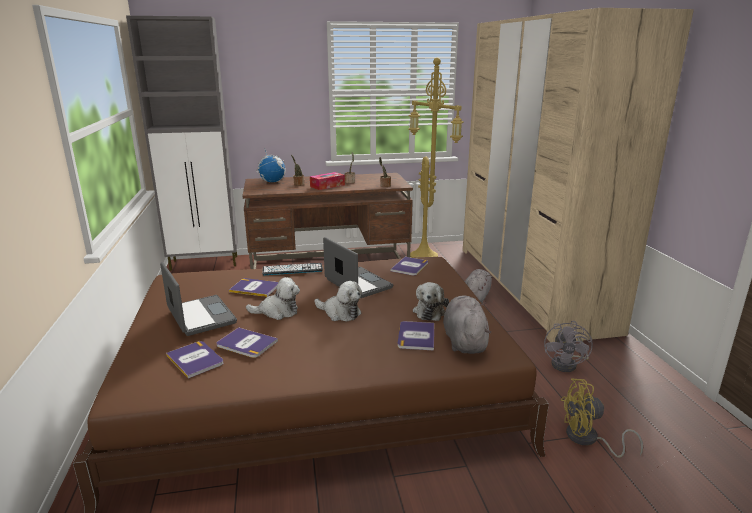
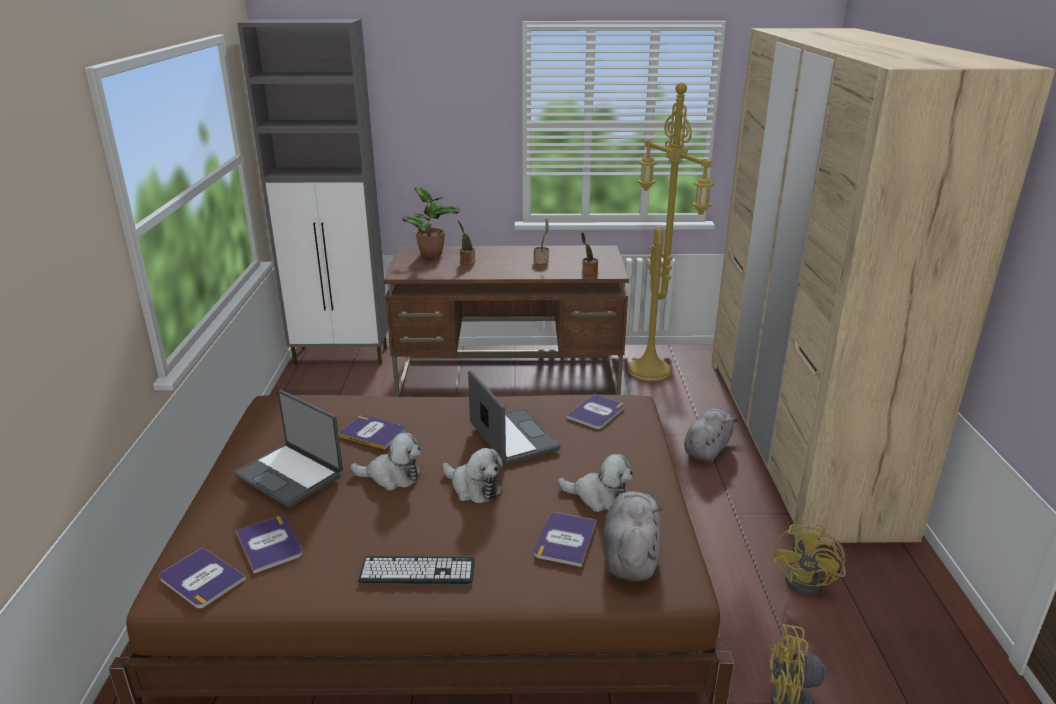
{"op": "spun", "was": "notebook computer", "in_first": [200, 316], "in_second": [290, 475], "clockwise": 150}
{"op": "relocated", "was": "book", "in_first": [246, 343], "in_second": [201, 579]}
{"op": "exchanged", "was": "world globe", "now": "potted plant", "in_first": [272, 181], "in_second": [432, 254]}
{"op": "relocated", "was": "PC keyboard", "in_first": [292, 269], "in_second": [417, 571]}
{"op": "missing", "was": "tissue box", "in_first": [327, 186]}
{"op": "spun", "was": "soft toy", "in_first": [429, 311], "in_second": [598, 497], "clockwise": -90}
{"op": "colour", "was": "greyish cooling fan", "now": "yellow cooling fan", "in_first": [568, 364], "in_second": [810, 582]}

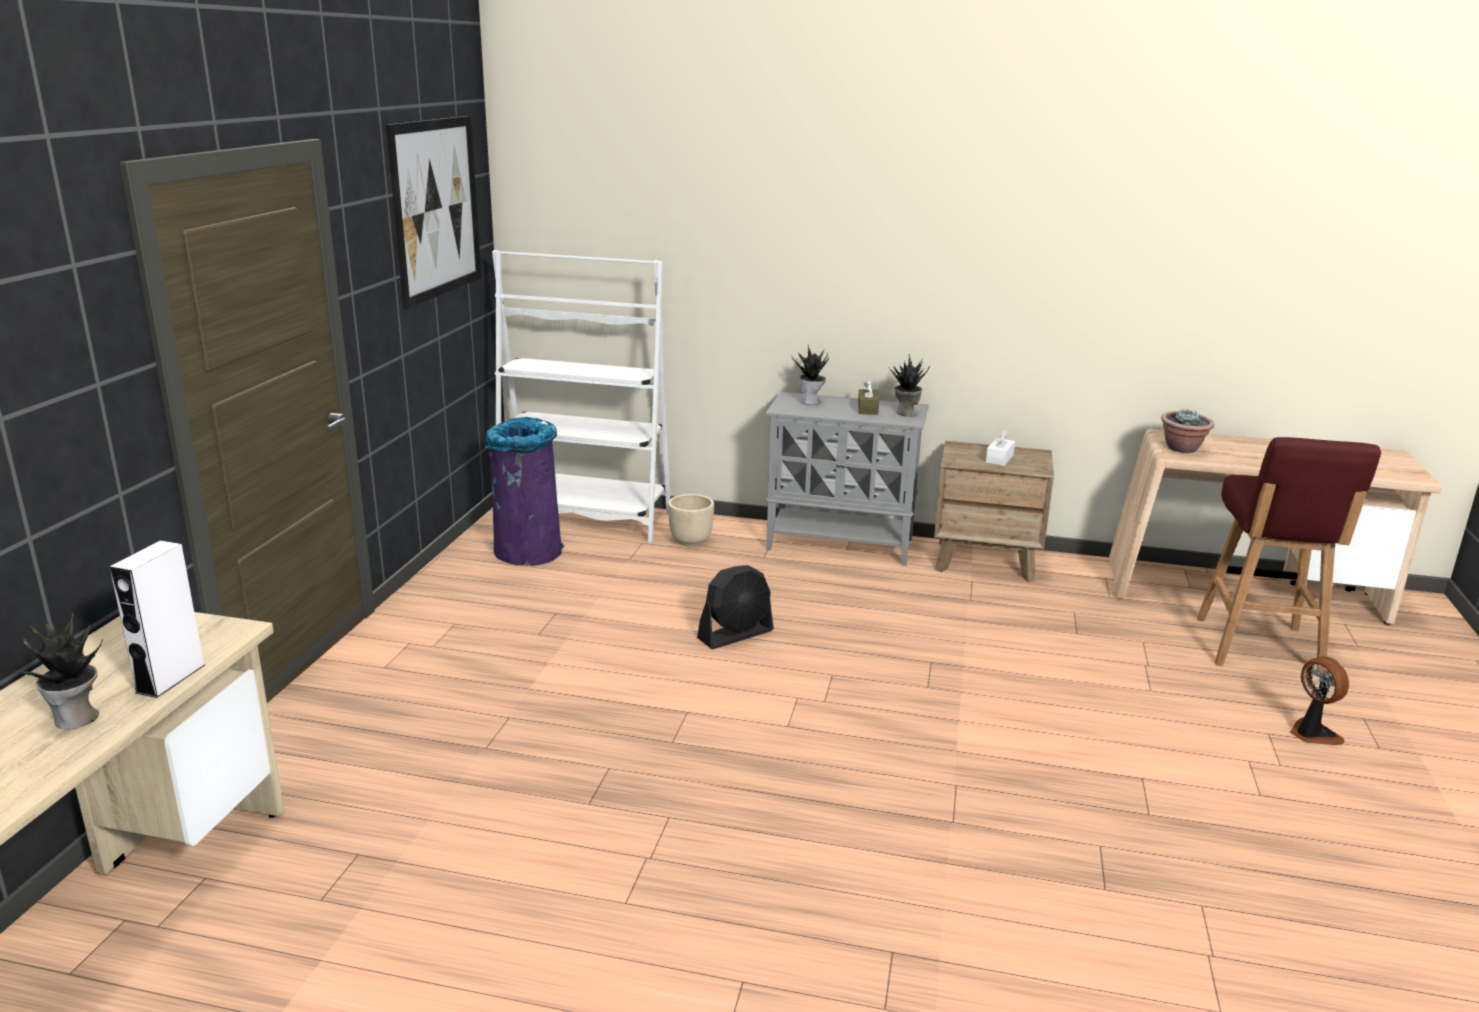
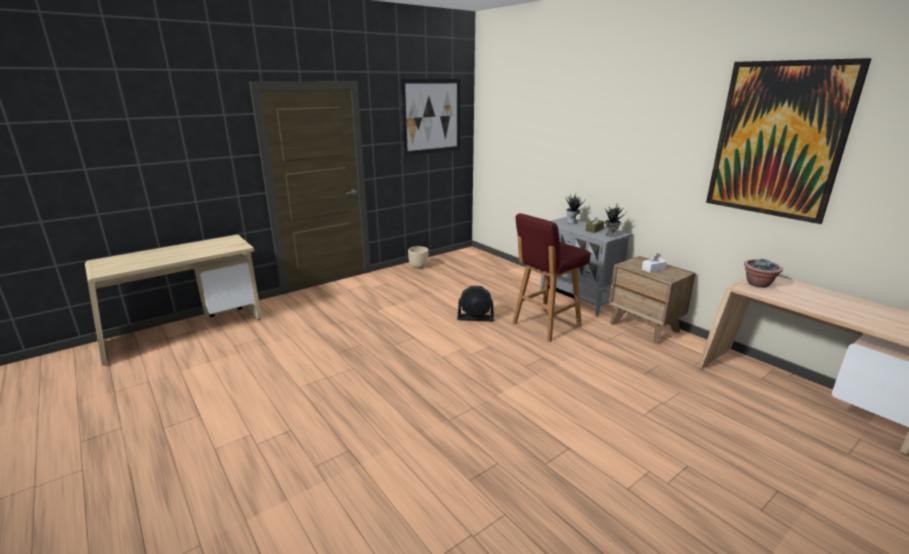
{"op": "missing", "was": "potted plant", "in_first": [76, 719]}
{"op": "missing", "was": "whitish speaker", "in_first": [170, 678]}
{"op": "missing", "was": "purplish trash can", "in_first": [527, 551]}
{"op": "missing", "was": "whitish bookshelf", "in_first": [585, 518]}
{"op": "relocated", "was": "beige planter", "in_first": [691, 541], "in_second": [419, 267]}
{"op": "relocated", "was": "red sitting stool", "in_first": [1258, 648], "in_second": [545, 325]}
{"op": "missing", "was": "cooling fan", "in_first": [1312, 734]}
{"op": "appeared", "now": "picture", "in_second": [777, 140]}

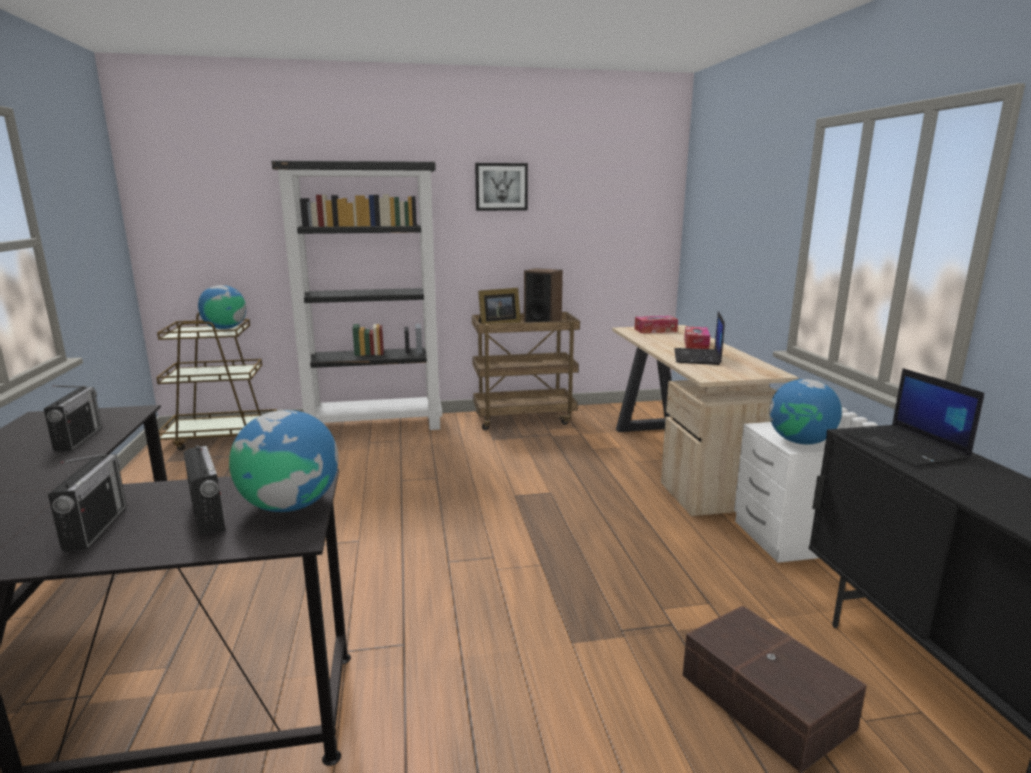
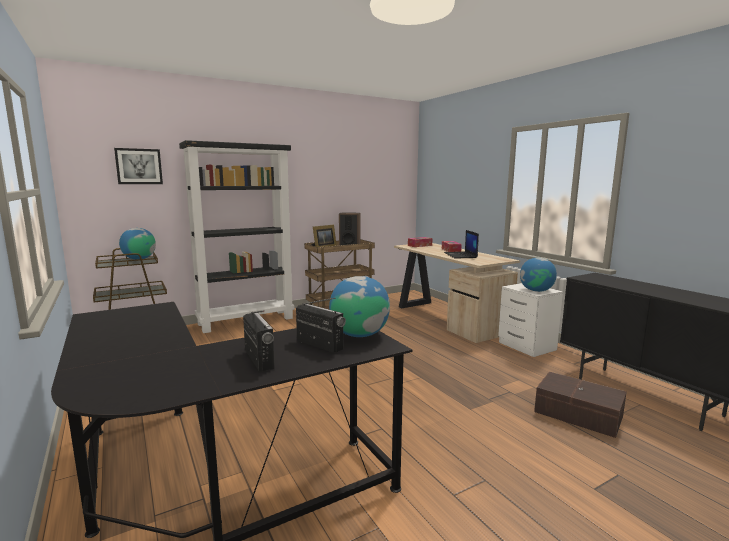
{"op": "missing", "was": "radio receiver", "in_first": [79, 439]}
{"op": "relocated", "was": "picture", "in_first": [501, 187], "in_second": [139, 166]}
{"op": "missing", "was": "notebook computer", "in_first": [906, 447]}

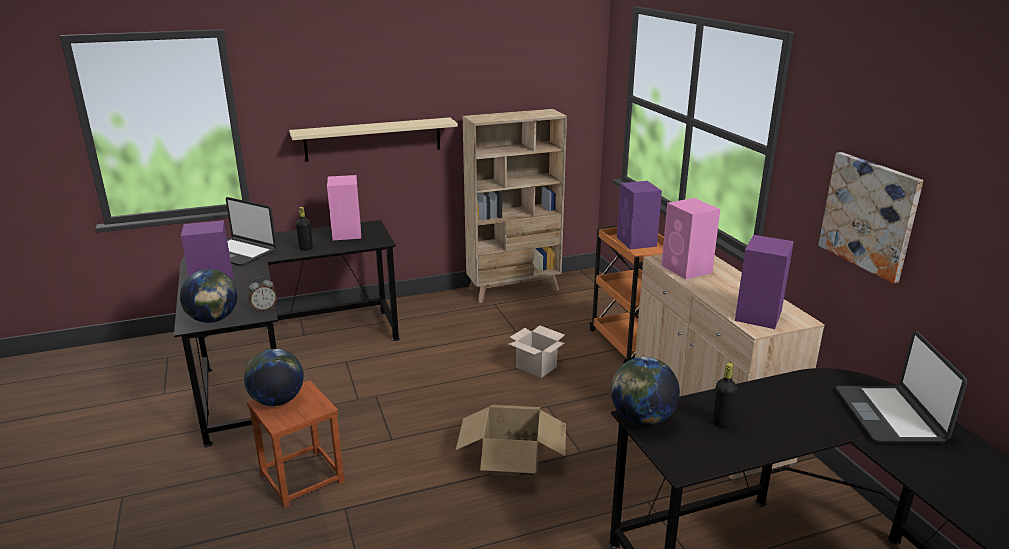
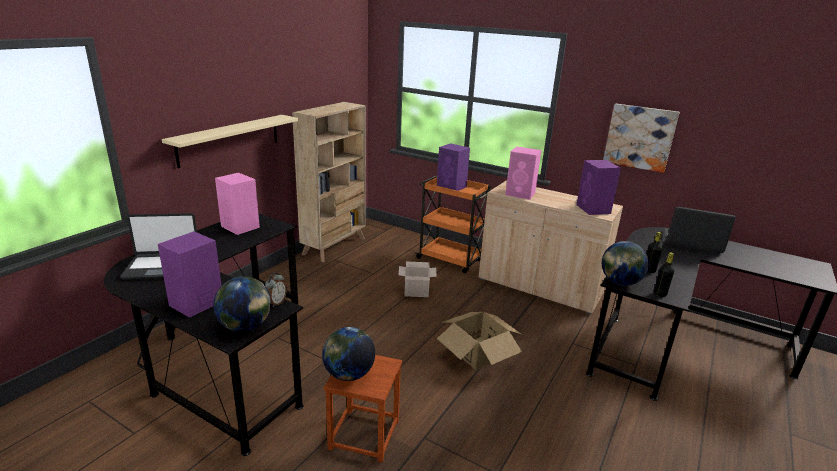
{"op": "relocated", "was": "black bottle", "in_first": [306, 248], "in_second": [660, 294]}
{"op": "spun", "was": "notebook computer", "in_first": [890, 415], "in_second": [692, 242], "clockwise": 150}

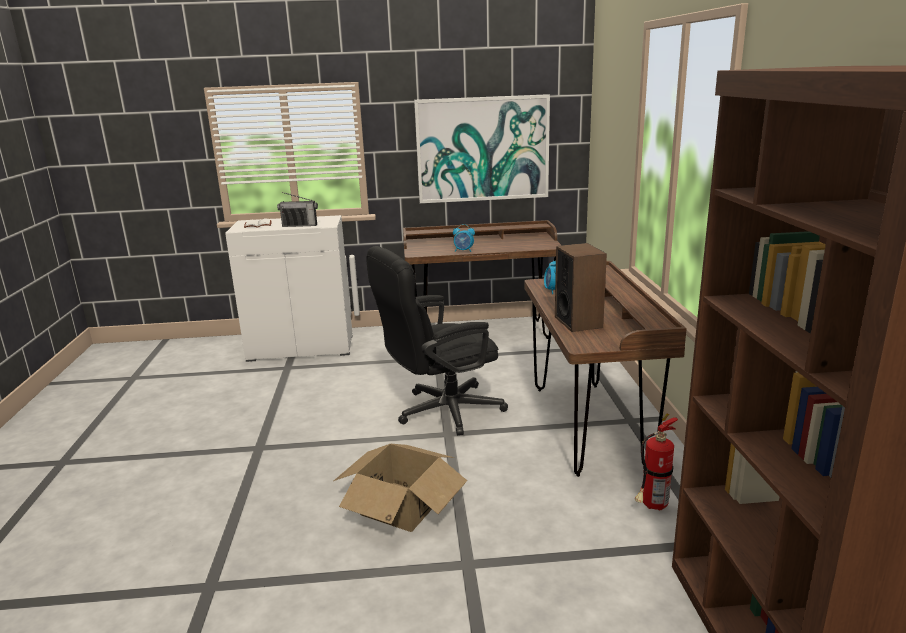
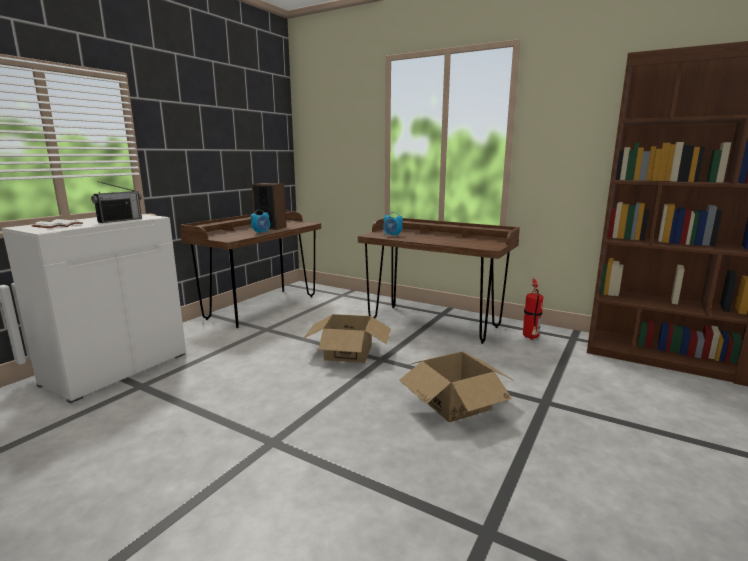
{"op": "exchanged", "was": "black office chair", "now": "cardboard box", "in_first": [440, 412], "in_second": [348, 352]}
{"op": "missing", "was": "picture", "in_first": [482, 149]}
{"op": "relocated", "was": "speaker", "in_first": [578, 322], "in_second": [270, 227]}

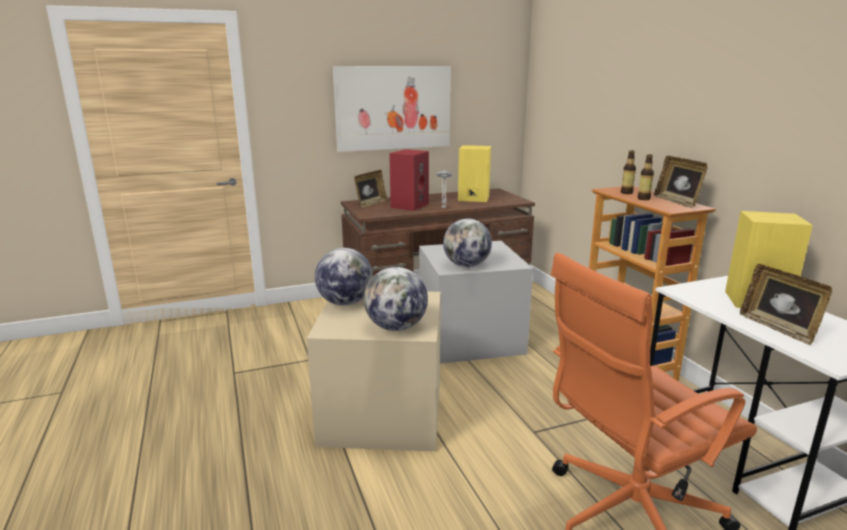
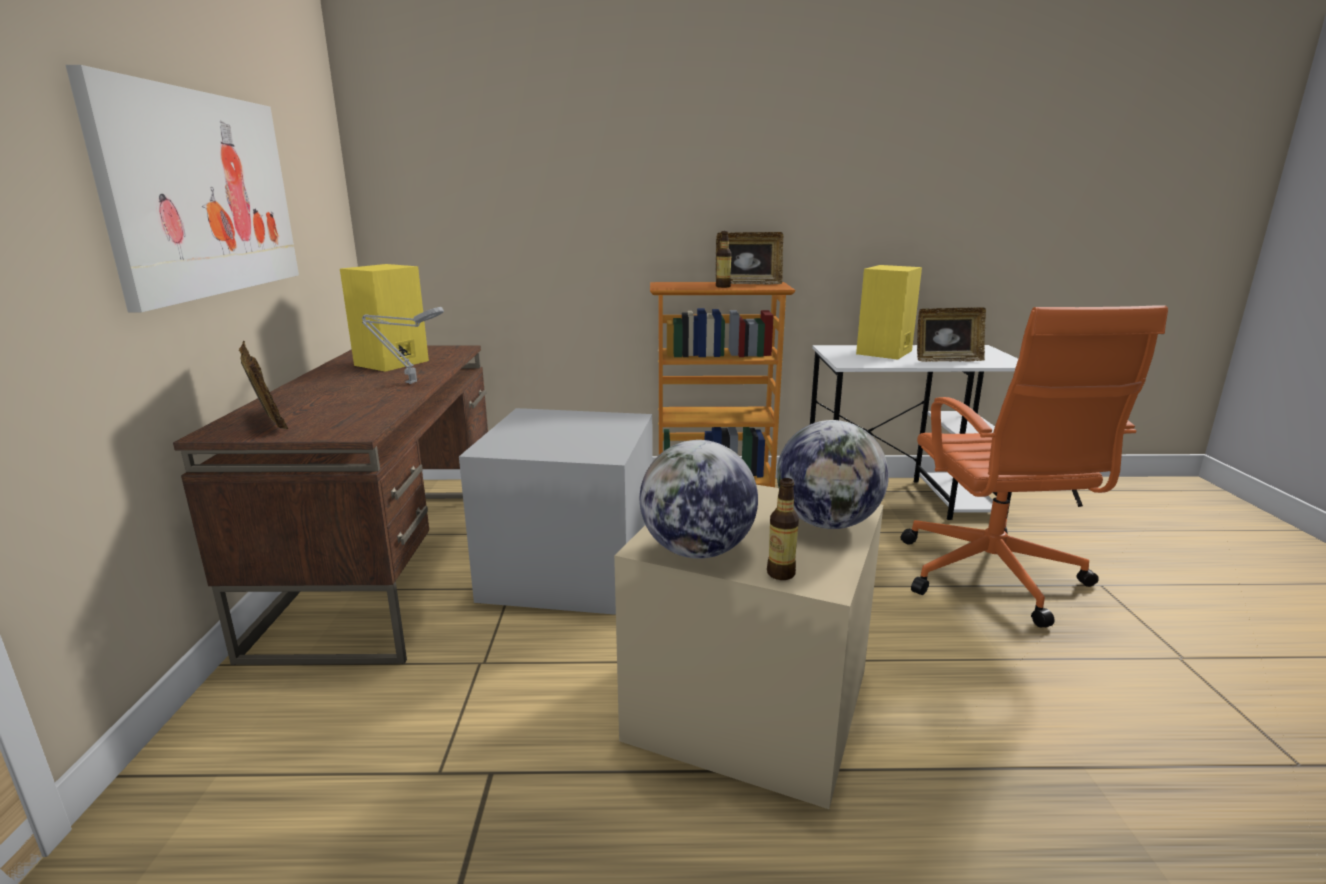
{"op": "missing", "was": "red speaker", "in_first": [409, 205]}
{"op": "missing", "was": "world globe", "in_first": [467, 265]}
{"op": "relocated", "was": "bottle", "in_first": [626, 193], "in_second": [781, 573]}

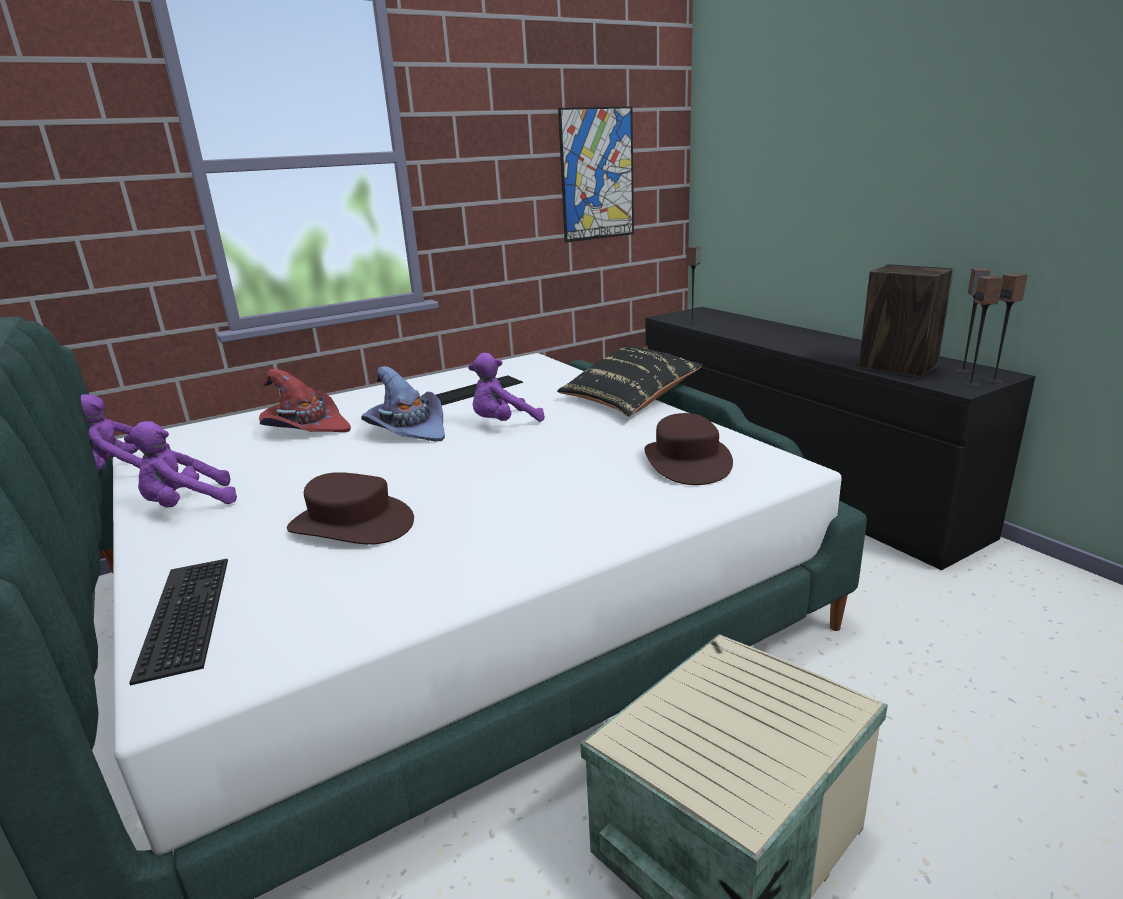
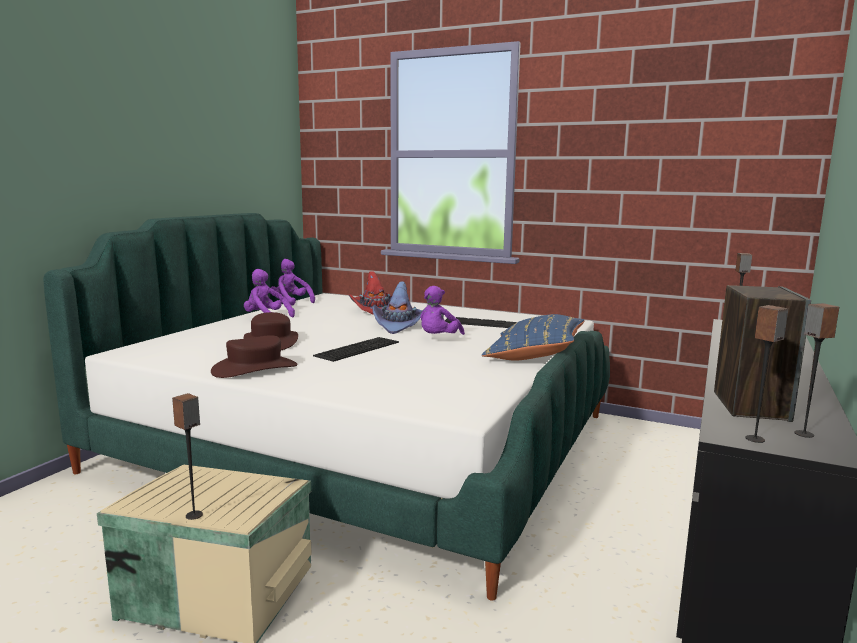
{"op": "relocated", "was": "PC keyboard", "in_first": [181, 614], "in_second": [357, 348]}
{"op": "spun", "was": "purplish soft toy", "in_first": [503, 423], "in_second": [438, 339], "clockwise": -90}
{"op": "colour", "was": "black throw pillow", "now": "bluish throw pillow", "in_first": [629, 400], "in_second": [534, 356]}
{"op": "missing", "was": "picture", "in_first": [597, 174]}
{"op": "relocated", "was": "brownish hat", "in_first": [686, 461], "in_second": [255, 368]}
{"op": "relocated", "was": "speaker", "in_first": [994, 381], "in_second": [194, 515]}

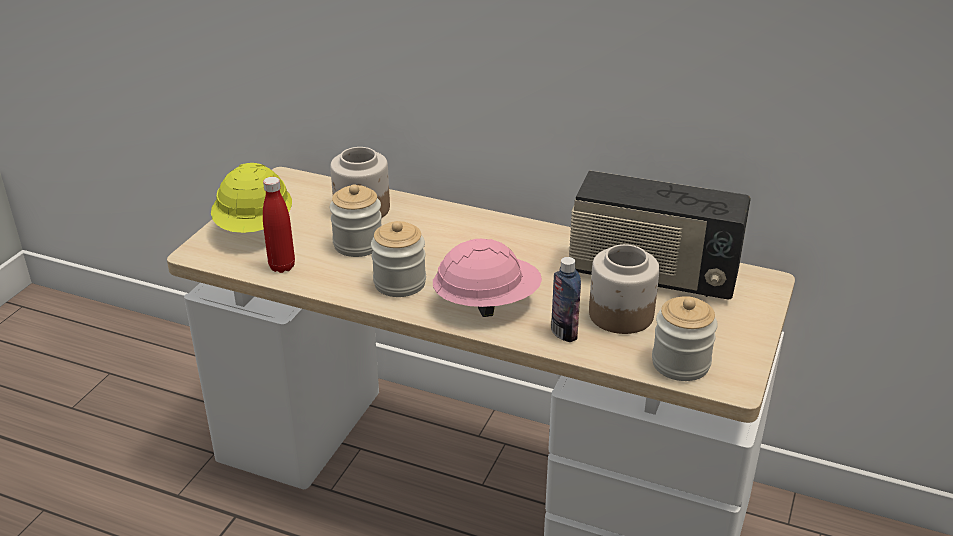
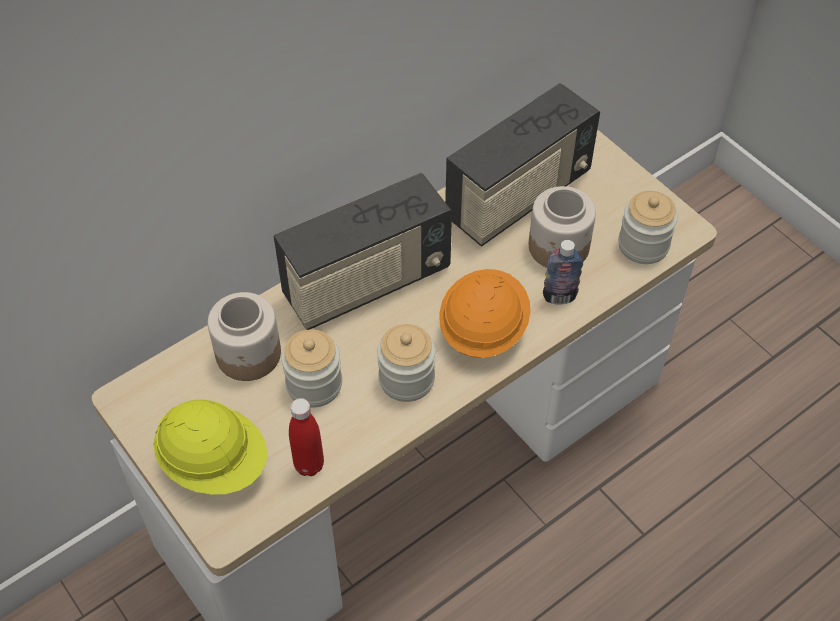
{"op": "colour", "was": "pink hard hat", "now": "orange-coloured hard hat", "in_first": [486, 303], "in_second": [483, 329]}
{"op": "appeared", "now": "radio receiver", "in_second": [366, 284]}

